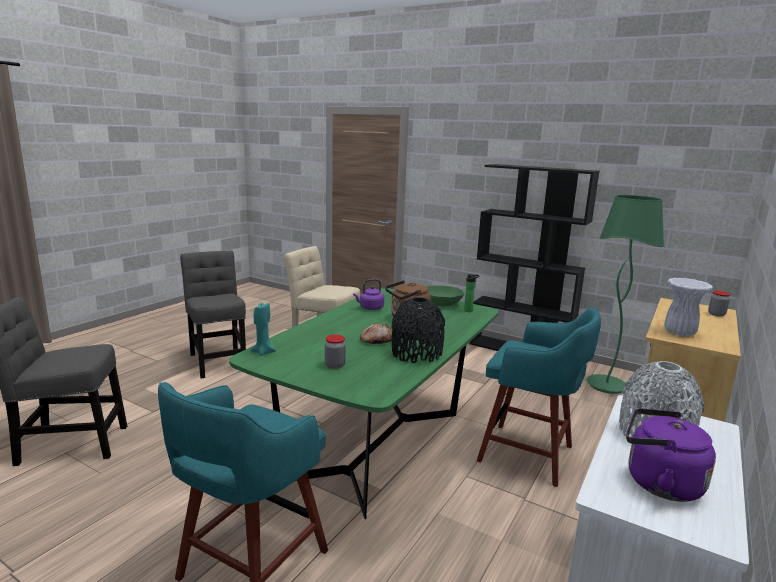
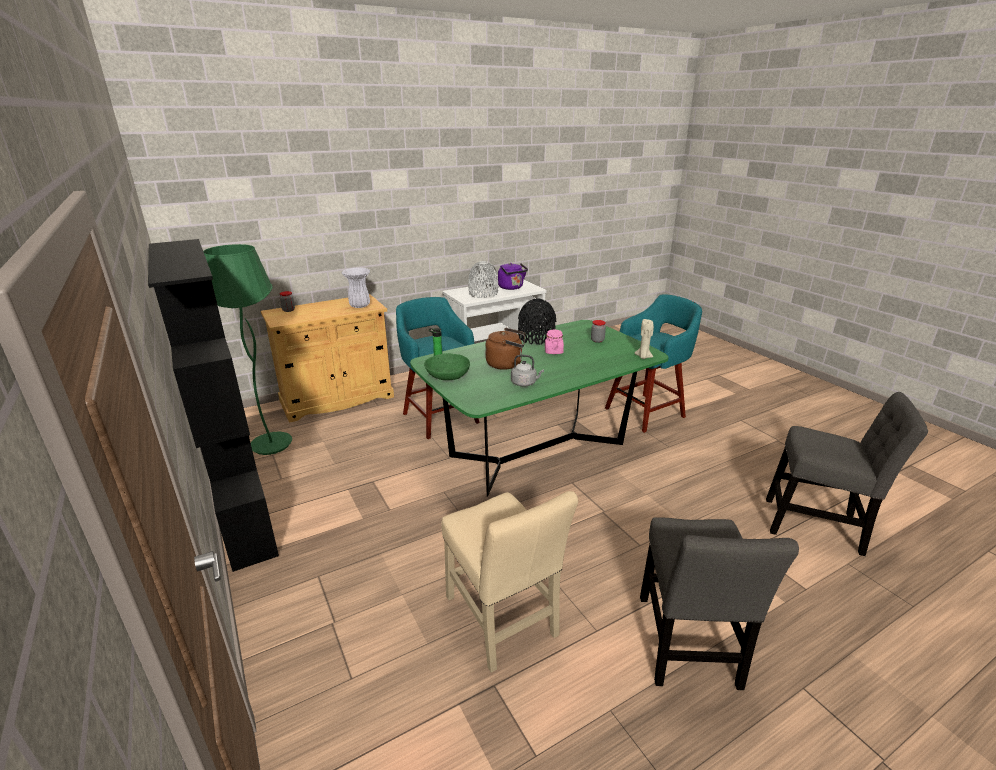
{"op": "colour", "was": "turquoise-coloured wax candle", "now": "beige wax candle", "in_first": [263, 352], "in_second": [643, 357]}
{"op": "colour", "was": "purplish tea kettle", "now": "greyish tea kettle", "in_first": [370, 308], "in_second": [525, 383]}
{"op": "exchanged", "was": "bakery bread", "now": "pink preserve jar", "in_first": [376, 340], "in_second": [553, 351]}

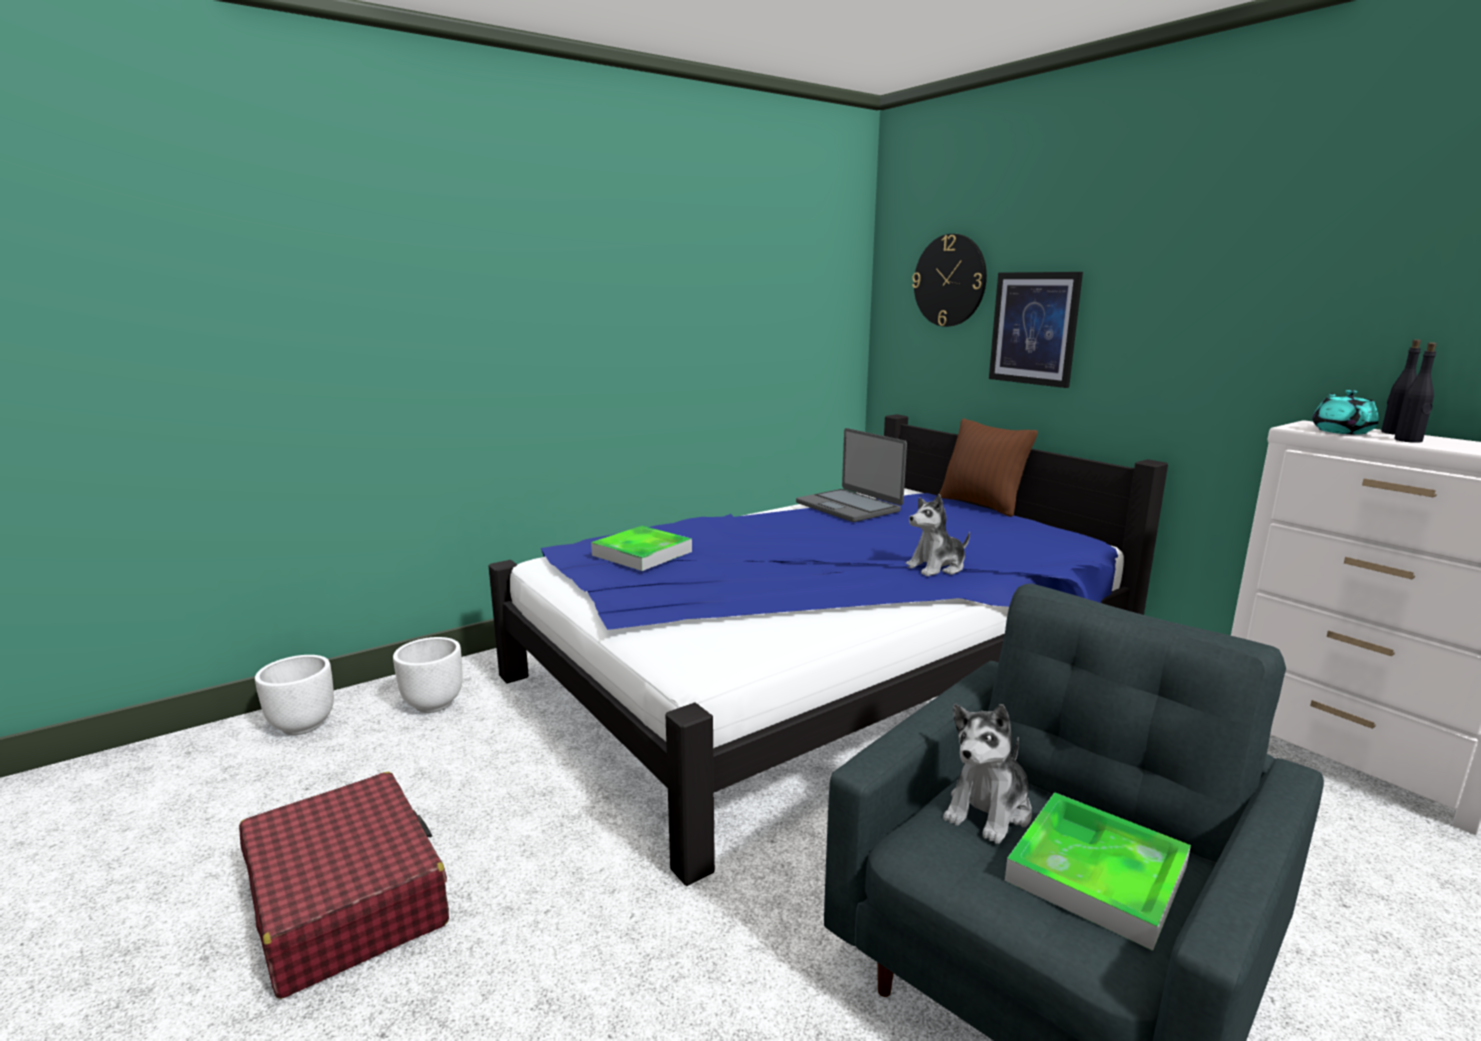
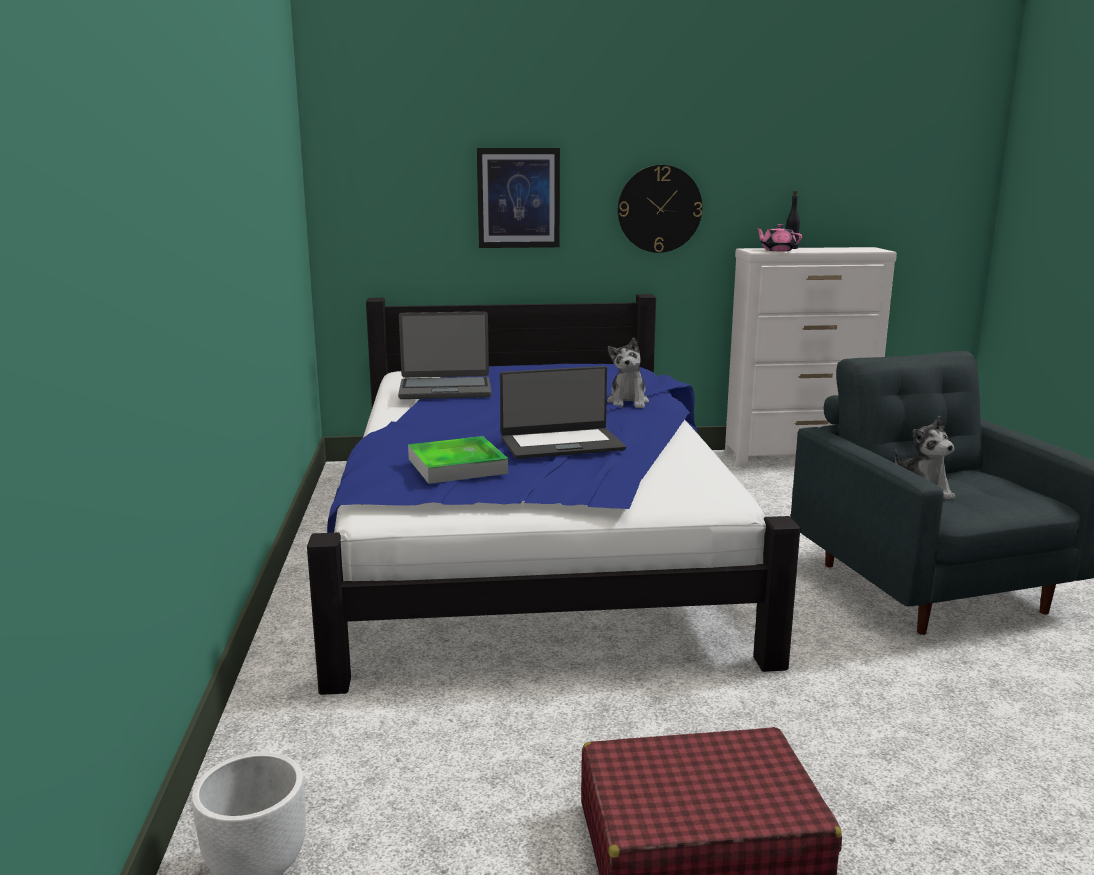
{"op": "missing", "was": "whitish planter", "in_first": [434, 704]}
{"op": "relocated", "was": "clock on the wall", "in_first": [950, 280], "in_second": [659, 209]}
{"op": "missing", "was": "brownish throw pillow", "in_first": [981, 505]}
{"op": "missing", "was": "serving tray", "in_first": [1096, 874]}
{"op": "colour", "was": "turquoise-coloured pot for tea", "now": "pink pot for tea", "in_first": [1341, 431], "in_second": [777, 250]}
{"op": "missing", "was": "black bottle", "in_first": [1408, 440]}
{"op": "appeared", "now": "notebook computer", "in_second": [561, 444]}

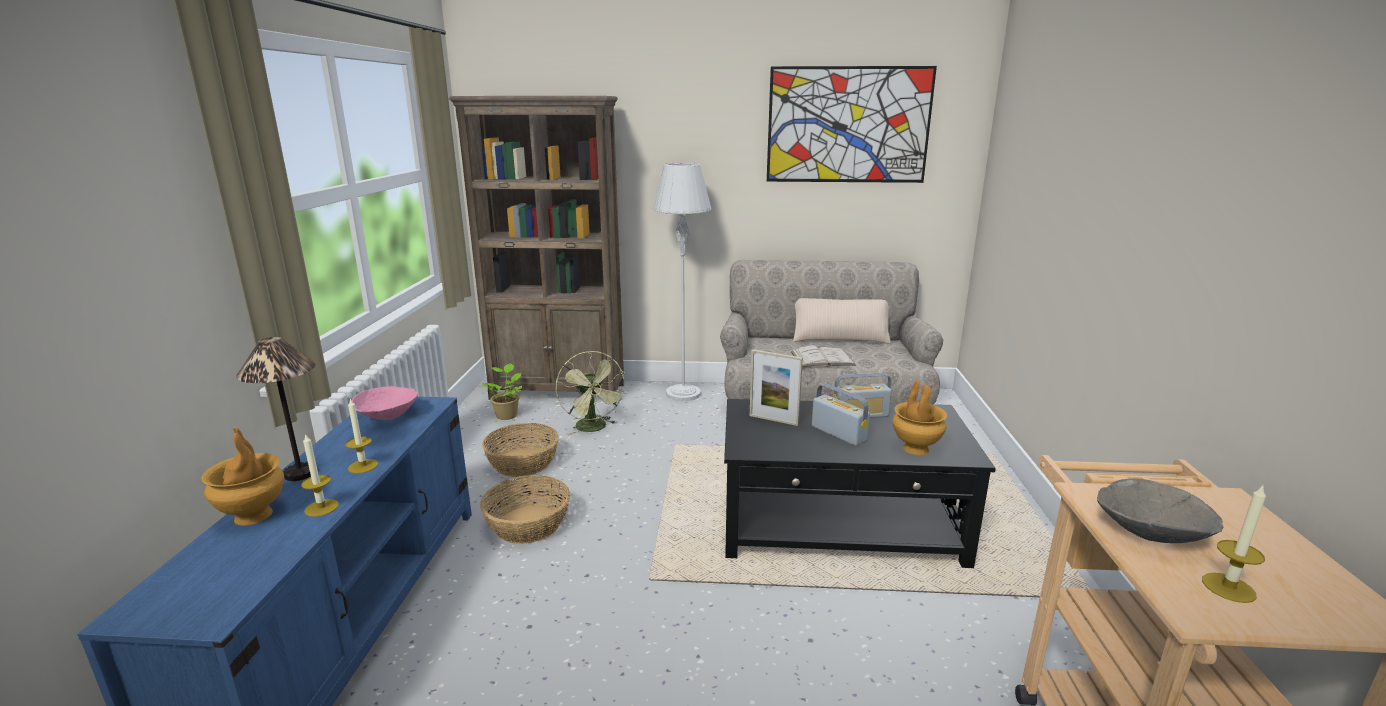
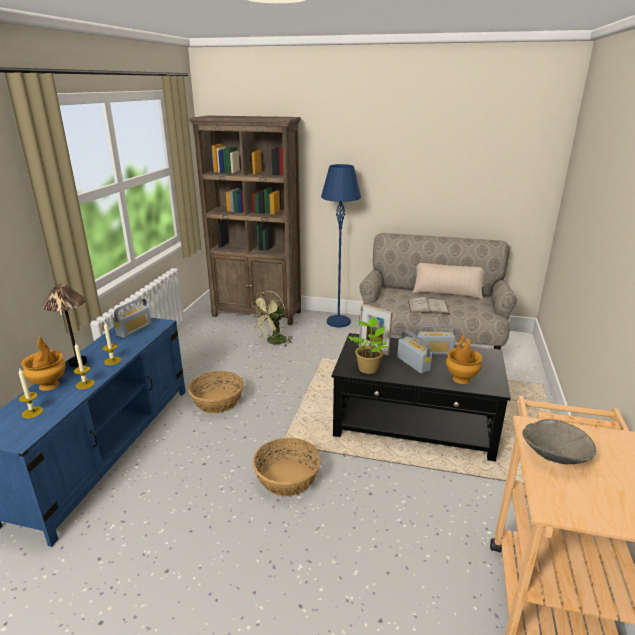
{"op": "exchanged", "was": "pink bowl", "now": "radio receiver", "in_first": [389, 416], "in_second": [134, 329]}
{"op": "relocated", "was": "potted plant", "in_first": [507, 415], "in_second": [368, 368]}
{"op": "relocated", "was": "household basket", "in_first": [523, 462], "in_second": [287, 477]}
{"op": "spun", "was": "green-coloured cooling fan", "in_first": [594, 429], "in_second": [273, 342], "clockwise": 60}
{"op": "colour", "was": "greyish standing lamp", "now": "bluish standing lamp", "in_first": [683, 394], "in_second": [338, 322]}
{"op": "missing", "was": "picture", "in_first": [848, 125]}
{"op": "relocated", "was": "wax candle", "in_first": [1228, 587], "in_second": [32, 412]}

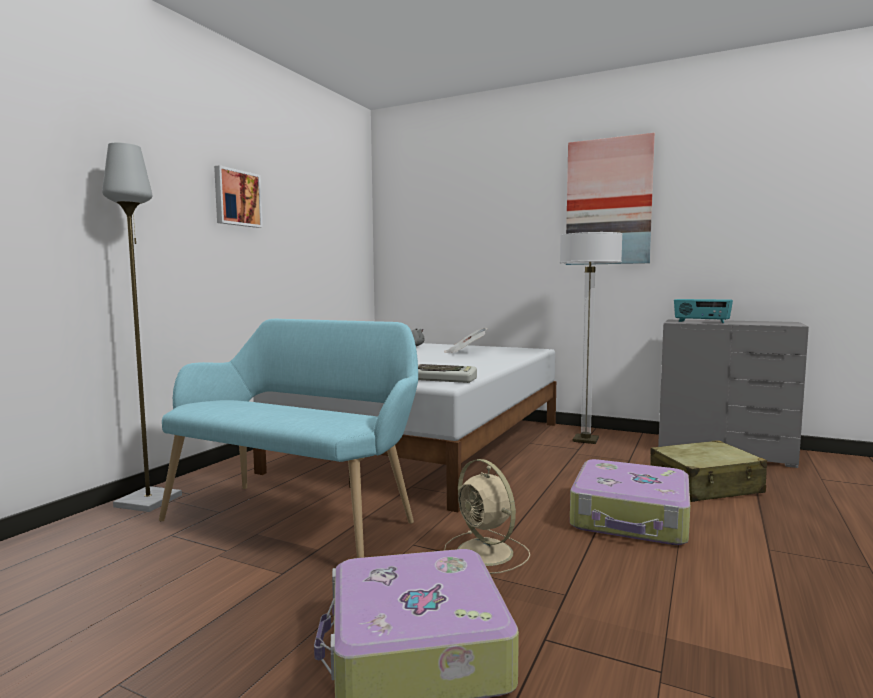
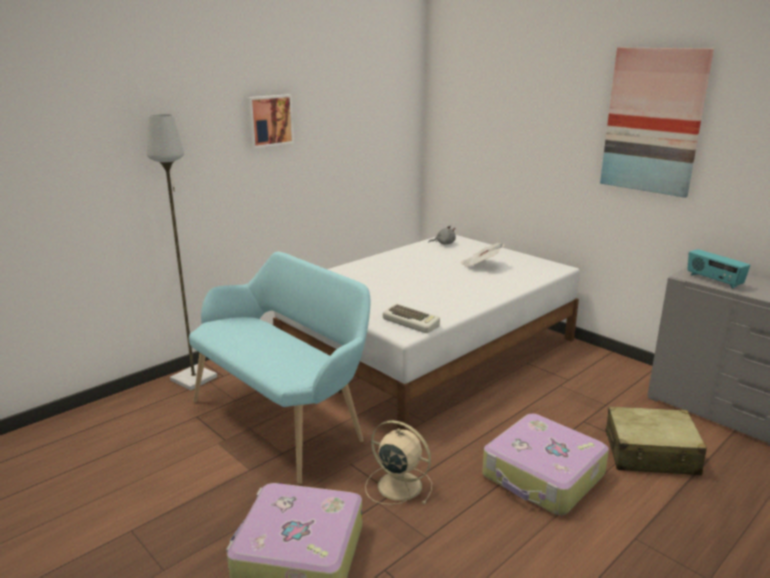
{"op": "spun", "was": "beige cooling fan", "in_first": [486, 553], "in_second": [397, 485], "clockwise": 135}
{"op": "missing", "was": "standing lamp", "in_first": [585, 440]}

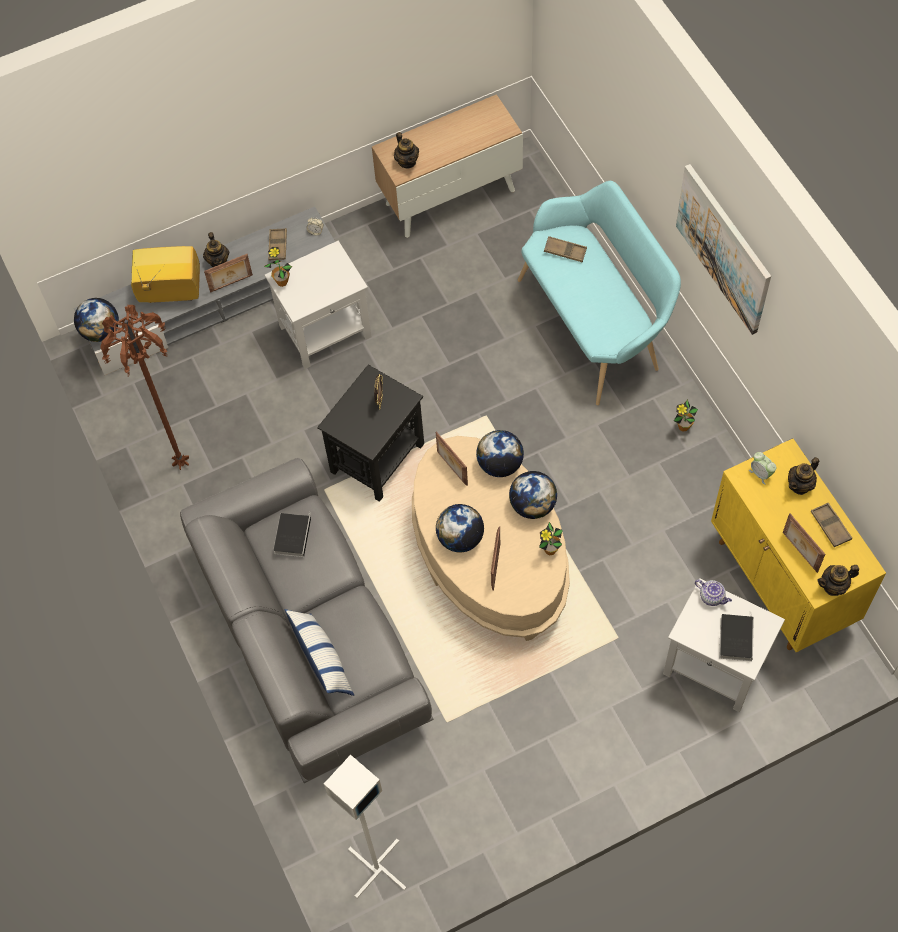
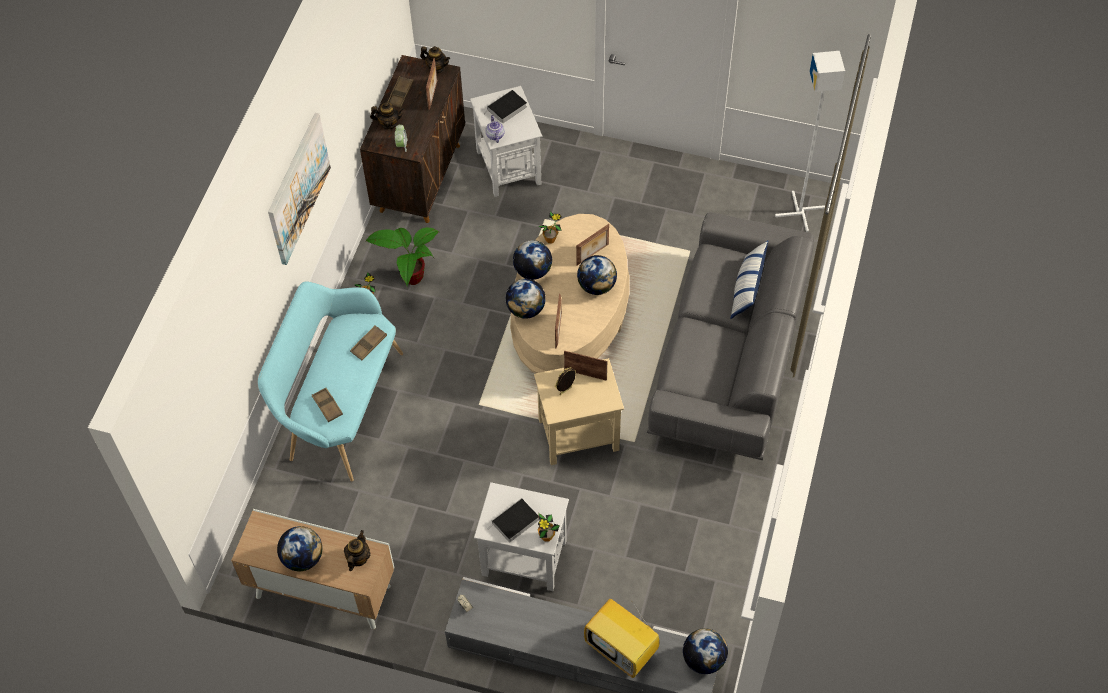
{"op": "missing", "was": "brownish standing lamp", "in_first": [179, 463]}
{"op": "missing", "was": "pot for tea", "in_first": [218, 261]}
{"op": "relocated", "was": "standing frame", "in_first": [231, 284], "in_second": [585, 374]}
{"op": "relocated", "was": "brownish serving tray", "in_first": [278, 246], "in_second": [369, 344]}
{"op": "relocated", "was": "book", "in_first": [292, 535], "in_second": [514, 522]}
{"op": "colour", "was": "black accent table", "now": "beige accent table", "in_first": [378, 457], "in_second": [577, 435]}
{"op": "colour", "was": "yellow cupboard", "now": "brownish cupboard", "in_first": [782, 581], "in_second": [420, 177]}
{"op": "appeared", "now": "world globe", "in_second": [303, 558]}
{"op": "appeared", "now": "potted plant", "in_second": [410, 278]}

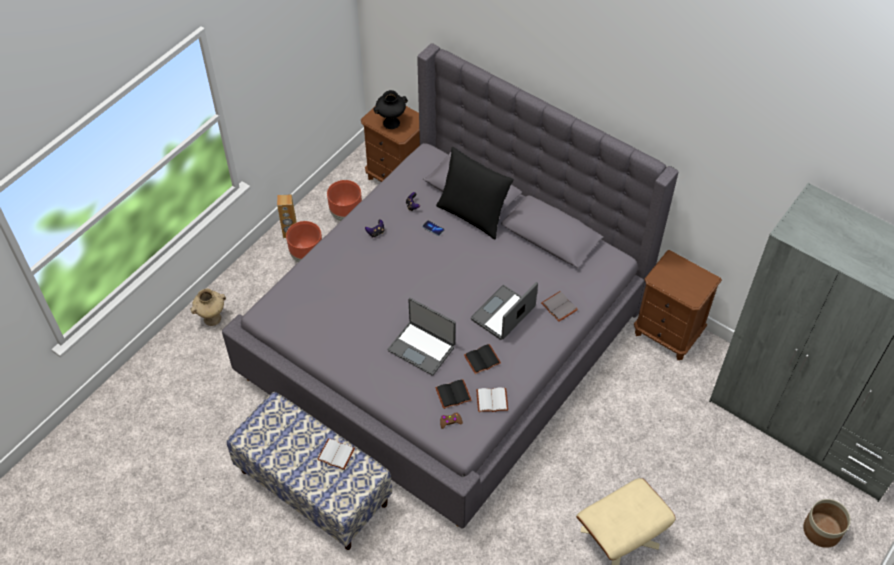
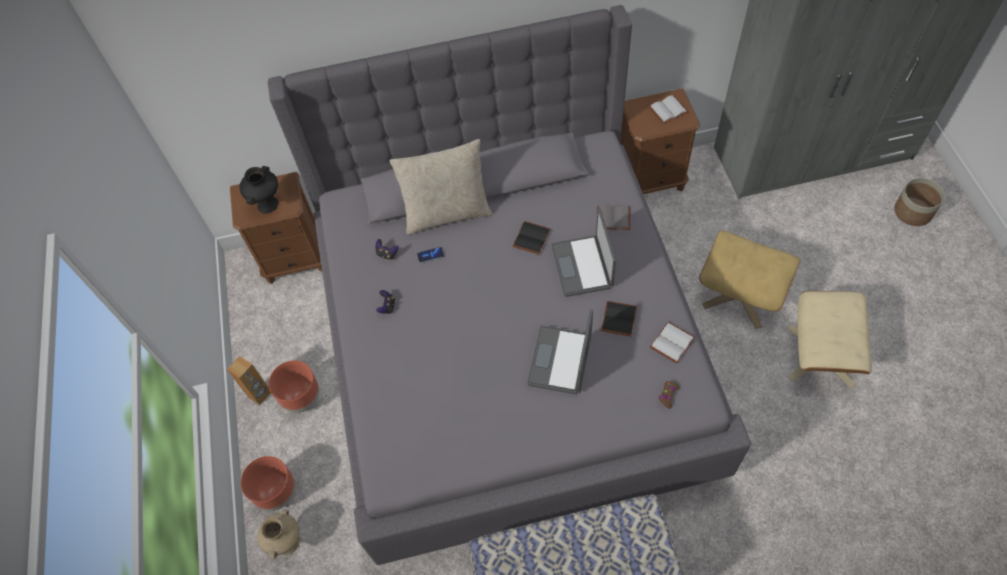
{"op": "relocated", "was": "whitish book", "in_first": [337, 454], "in_second": [668, 109]}
{"op": "relocated", "was": "brownish planter", "in_first": [346, 215], "in_second": [278, 494]}
{"op": "spun", "was": "notebook computer", "in_first": [422, 348], "in_second": [561, 360], "clockwise": 120}
{"op": "relocated", "was": "black book", "in_first": [453, 393], "in_second": [531, 237]}
{"op": "colour", "was": "black throw pillow", "now": "beige throw pillow", "in_first": [473, 215], "in_second": [447, 213]}
{"op": "appeared", "now": "beige footrest", "in_second": [740, 294]}

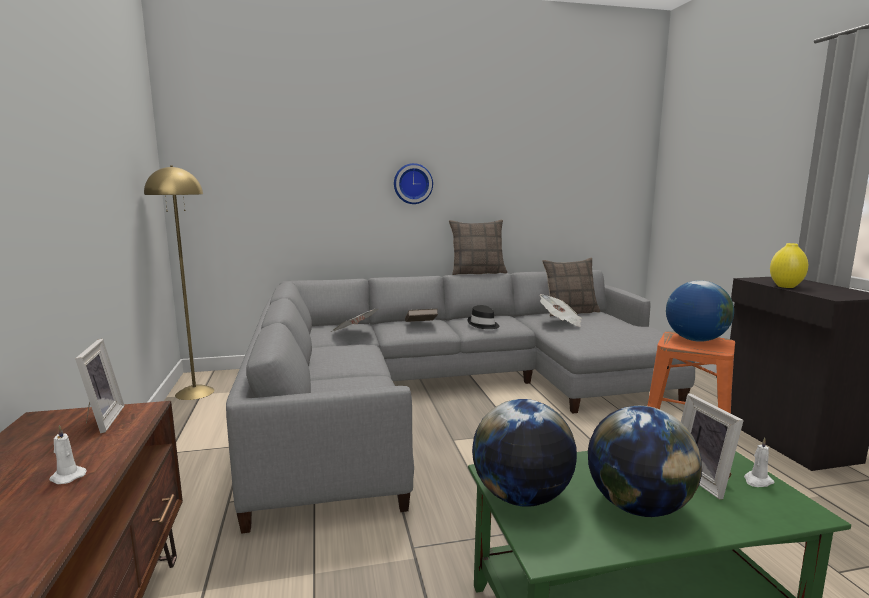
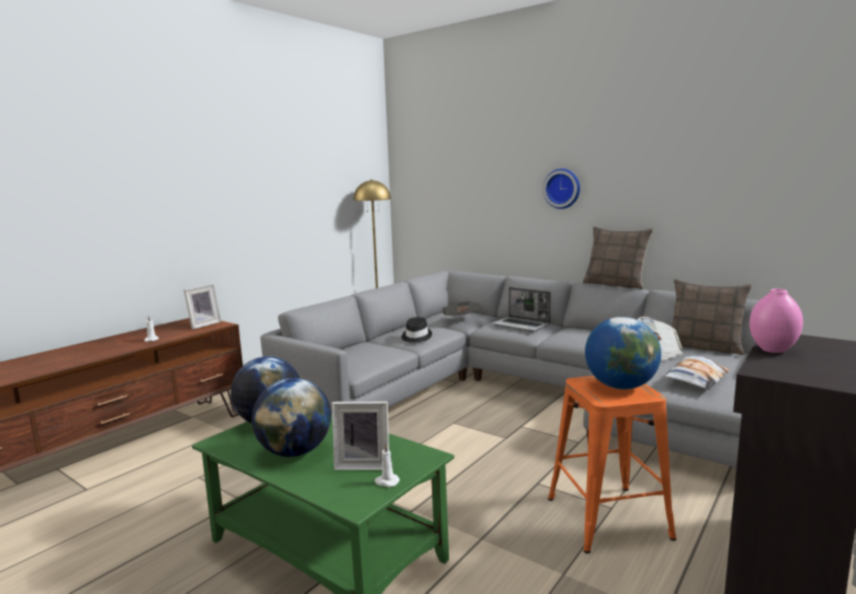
{"op": "exchanged", "was": "brownish book", "now": "notebook computer", "in_first": [420, 325], "in_second": [522, 325]}
{"op": "relocated", "was": "black hat", "in_first": [483, 324], "in_second": [416, 337]}
{"op": "spun", "was": "standing frame", "in_first": [705, 479], "in_second": [363, 464], "clockwise": -120}
{"op": "colour", "was": "yellow flower vase", "now": "pink flower vase", "in_first": [785, 286], "in_second": [772, 350]}
{"op": "appeared", "now": "throw pillow", "in_second": [696, 378]}

